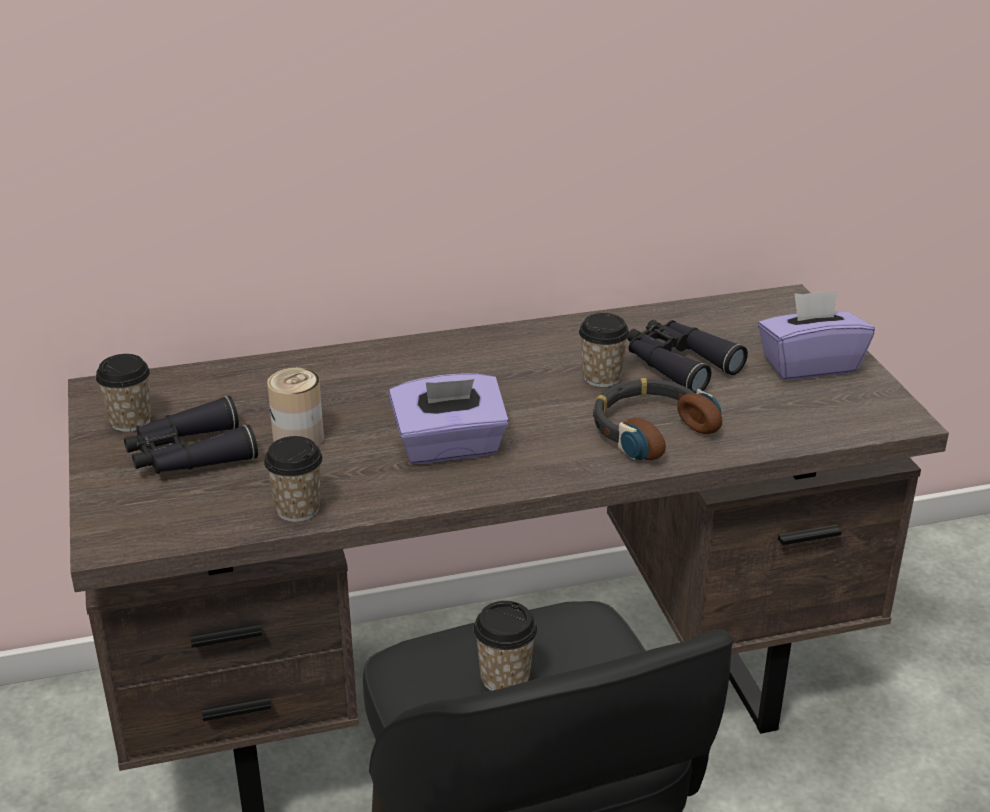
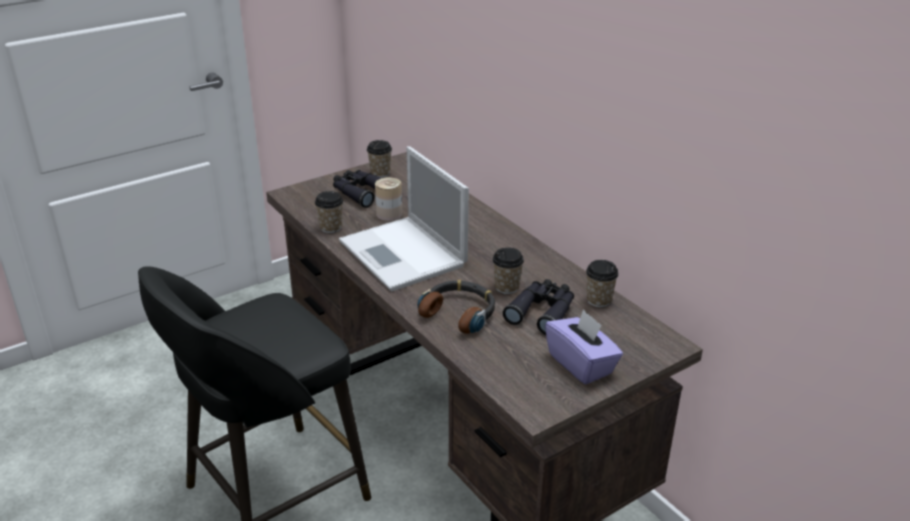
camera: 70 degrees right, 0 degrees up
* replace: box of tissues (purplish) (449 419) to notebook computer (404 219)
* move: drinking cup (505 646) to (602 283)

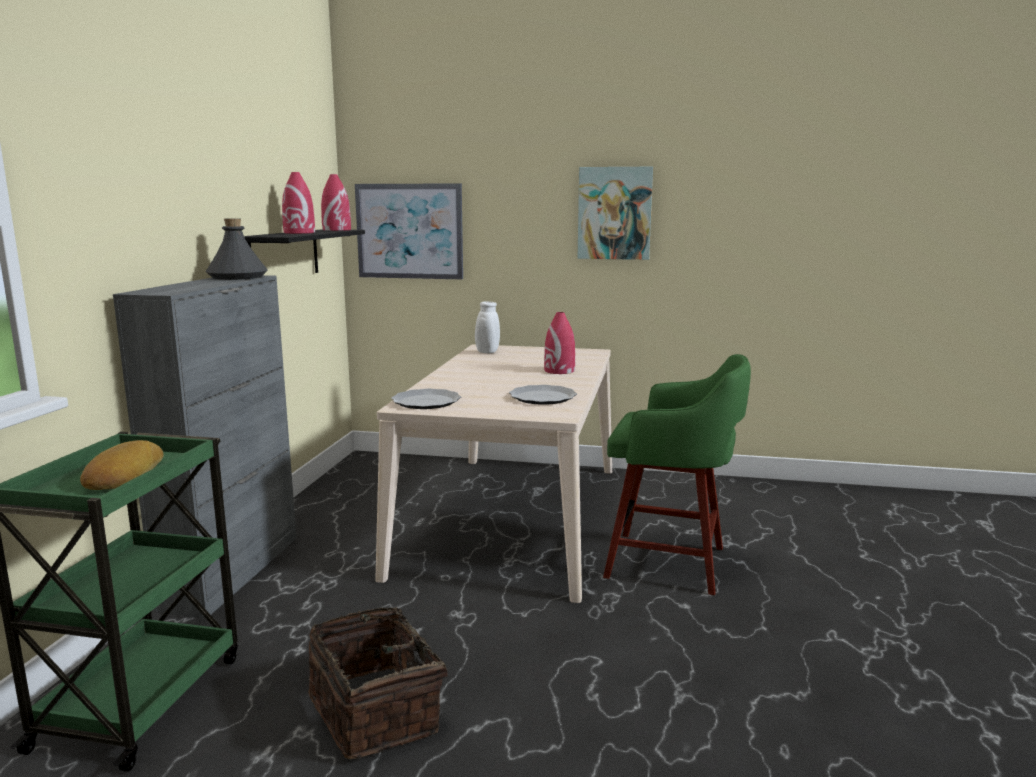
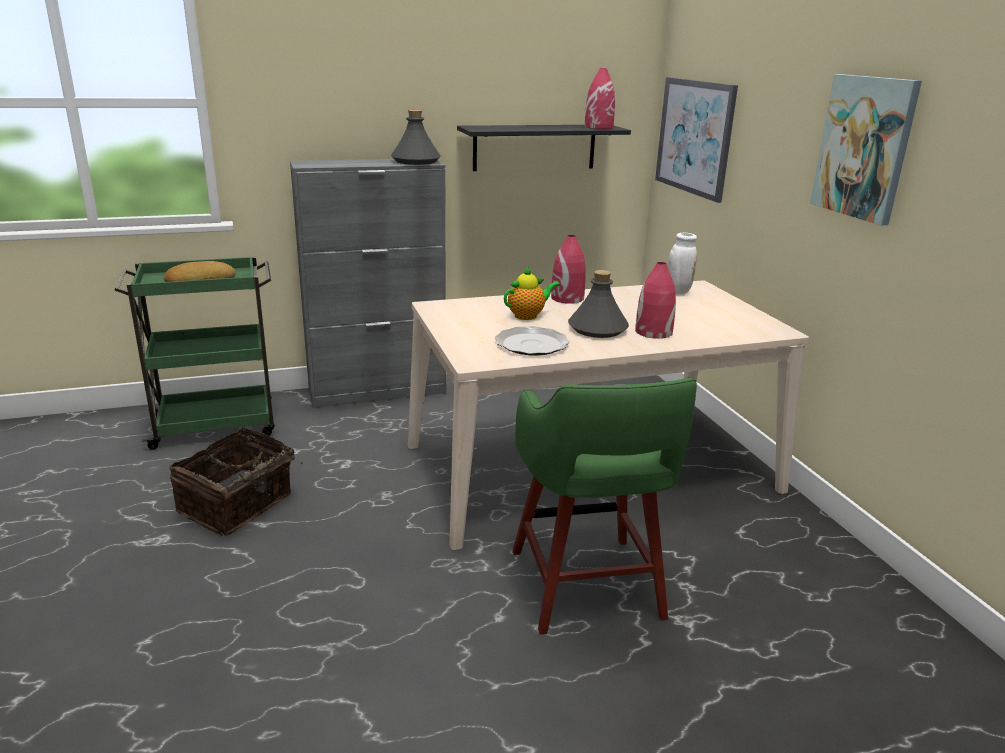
camera: 60 degrees right, 10 degrees up
* insert: pot for tea (532 293)
* move: decorative vase (reddish) (298 203) to (568 269)
* insert: beverage bottle (grey) (598 304)
* delete: dinner plate (426 399)

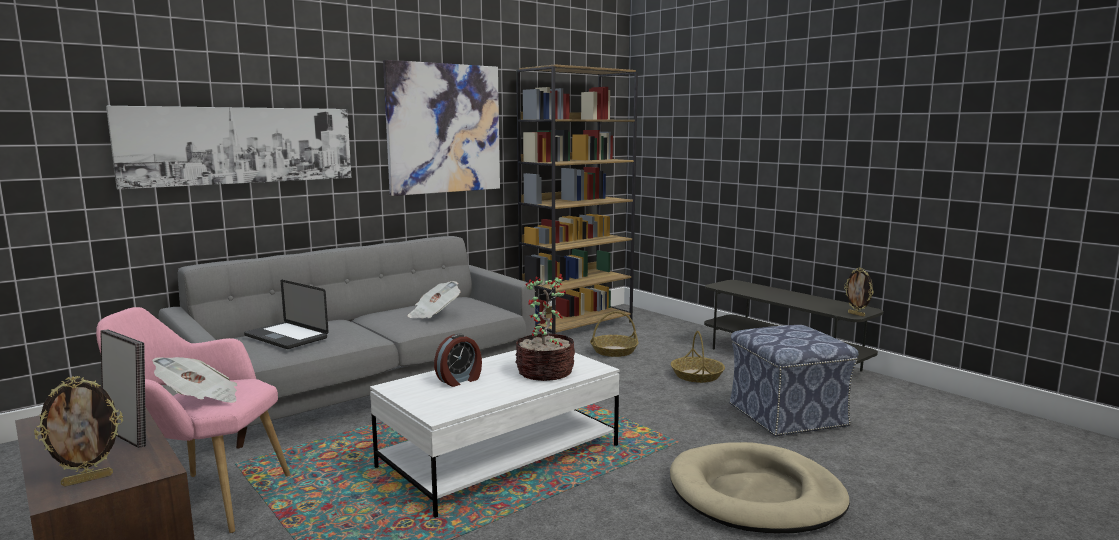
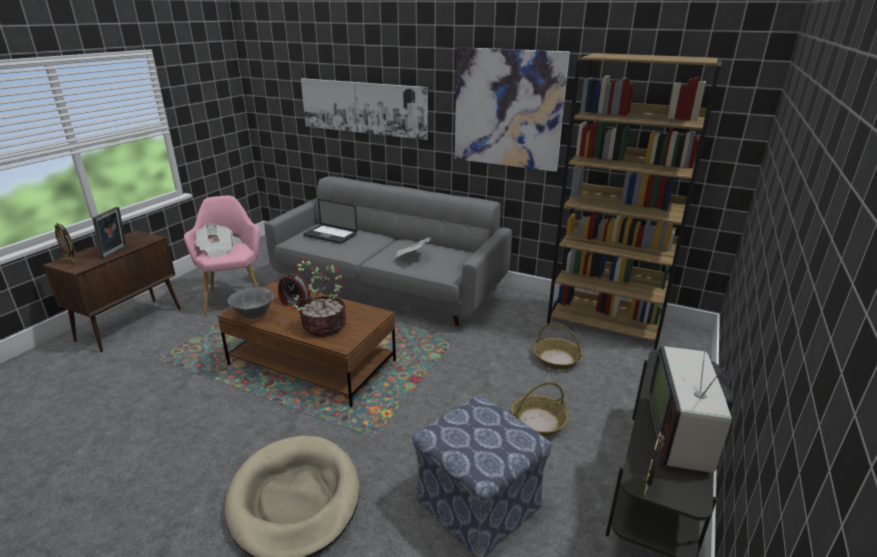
camera: 65 degrees right, 15 degrees up
* recolor: low table (whitish) (495 434) to low table (brown) (306 344)
* insert: serving bowl (grey) (250 303)
* rotate: notebook computer (286 314) = (330 221) 75 degrees counterclockwise
* insert: TV (691 401)

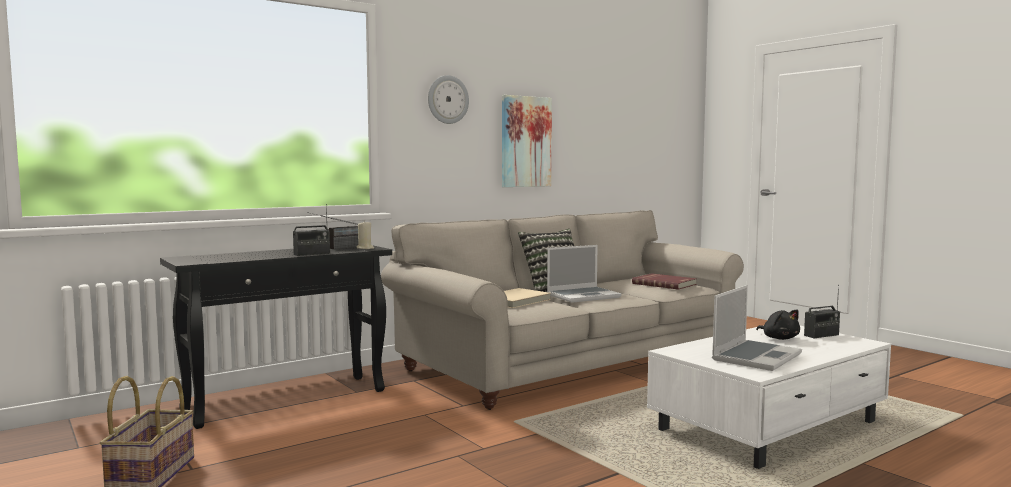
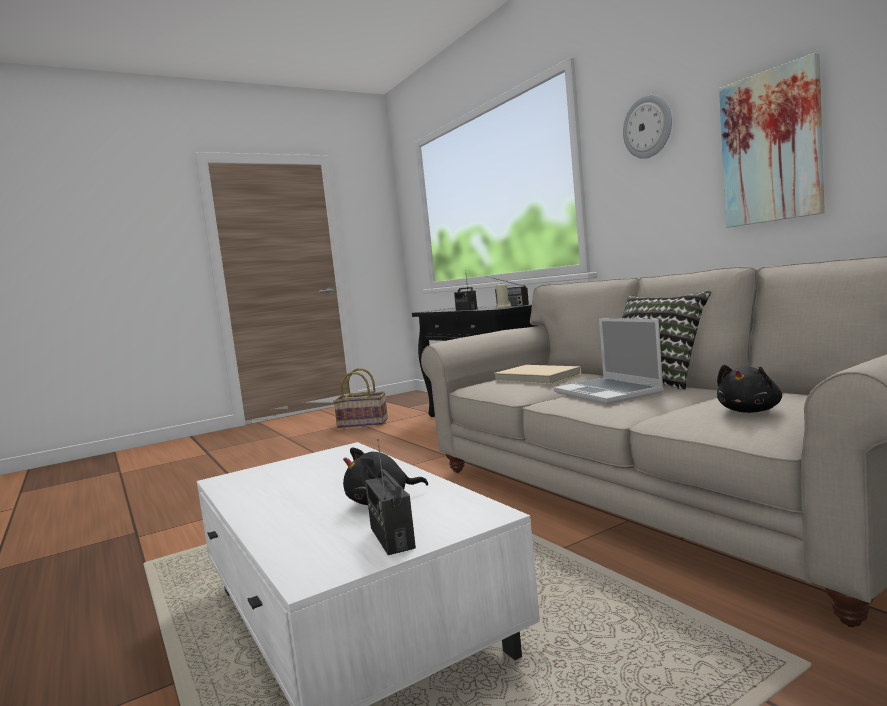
camera: 95 degrees right, 0 degrees up
* replace: volume (reddish) (664 281) to plush toy (blackish) (749 389)
* delete: notebook computer (757 328)

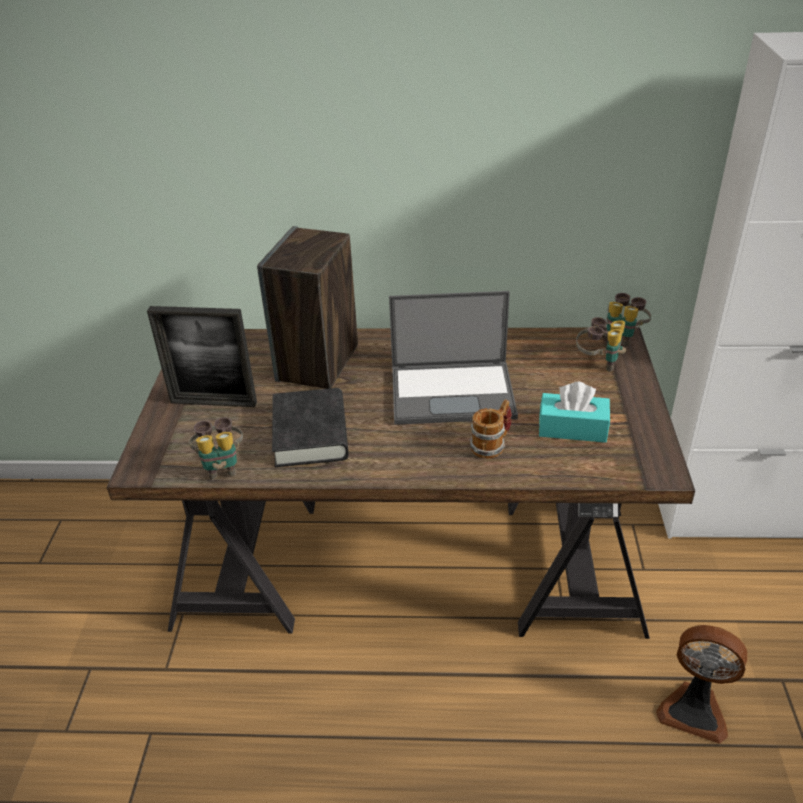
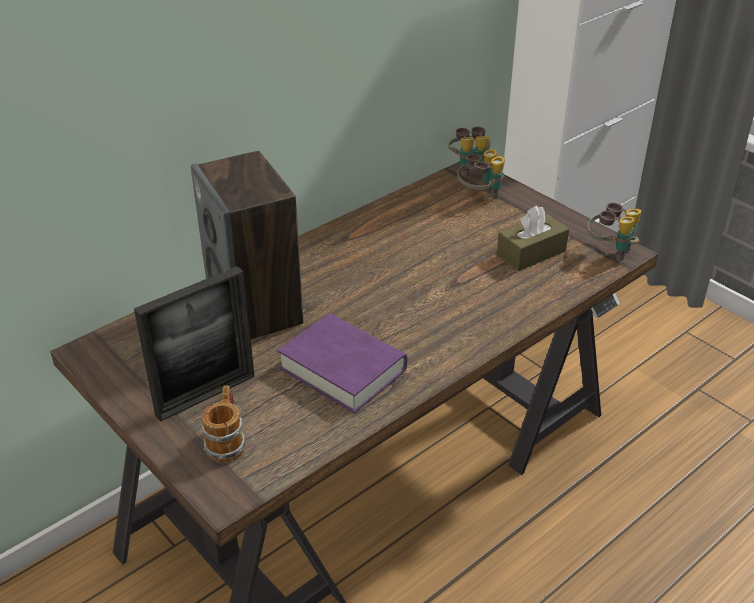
camera: 45 degrees left, 0 degrees up
* move: coffee mug (490 429) to (223 424)
* recolor: volume (blackish) (310 427) to volume (purplish) (342 363)
* recolor: box of tissues (blue-green) (574 412) to box of tissues (brown) (533 238)
* move: field glasses (216 448) to (614 231)
* delete: notebook computer (453 358)
* delete: cooling fan (701 684)

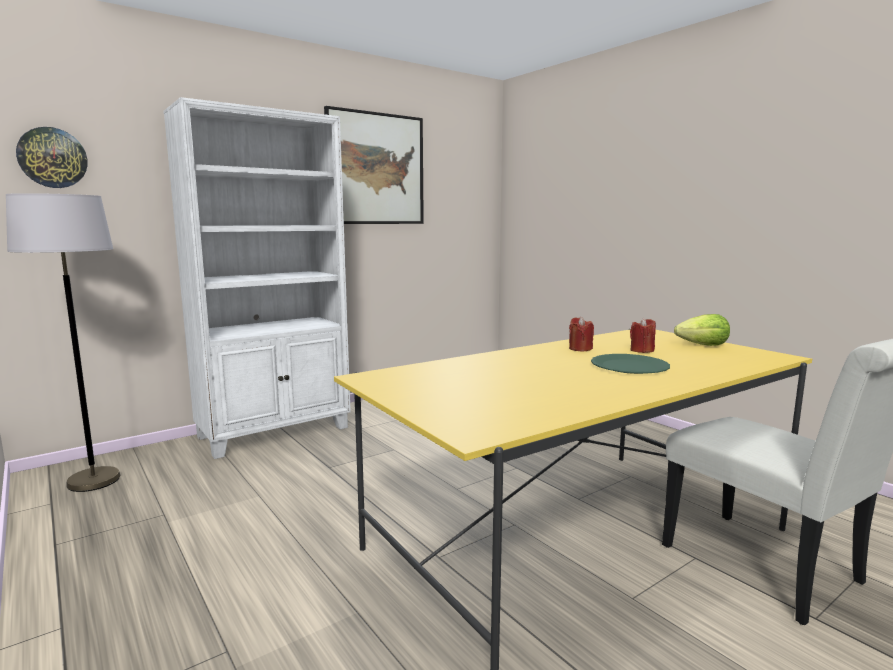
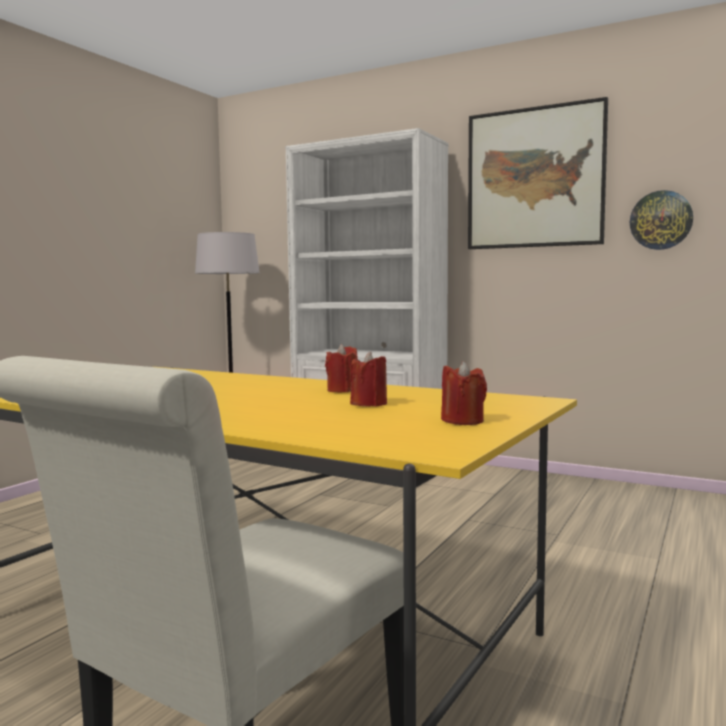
camera: 65 degrees right, 5 degrees down
* replace: lettuce head (702 330) to wax light (reddish) (464 393)
* move: clock on the wall (52 157) to (661 220)
* delete: dinner plate (green) (630 364)

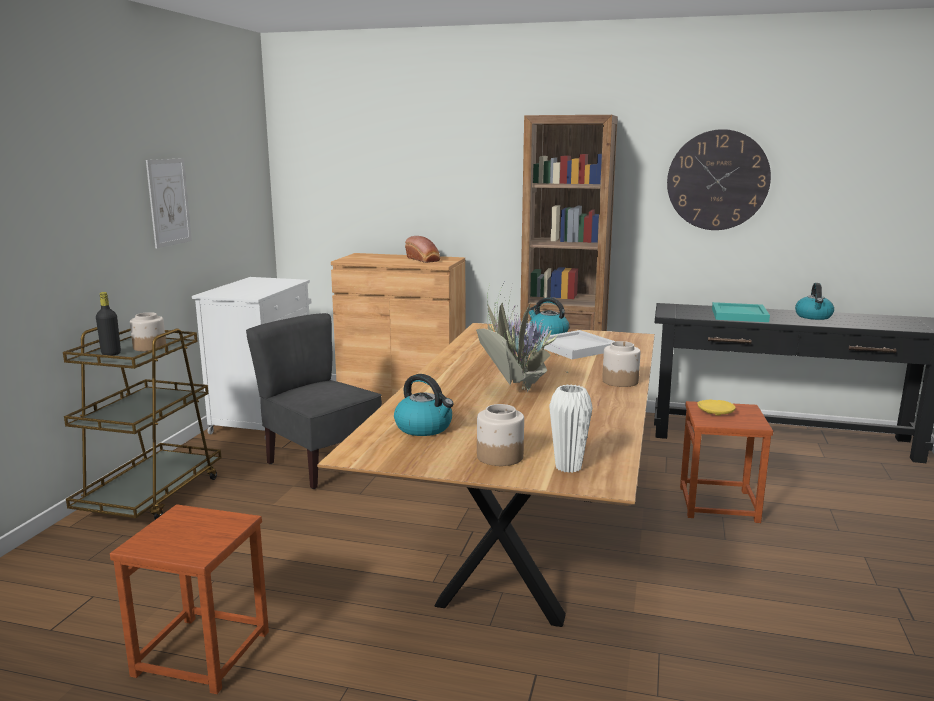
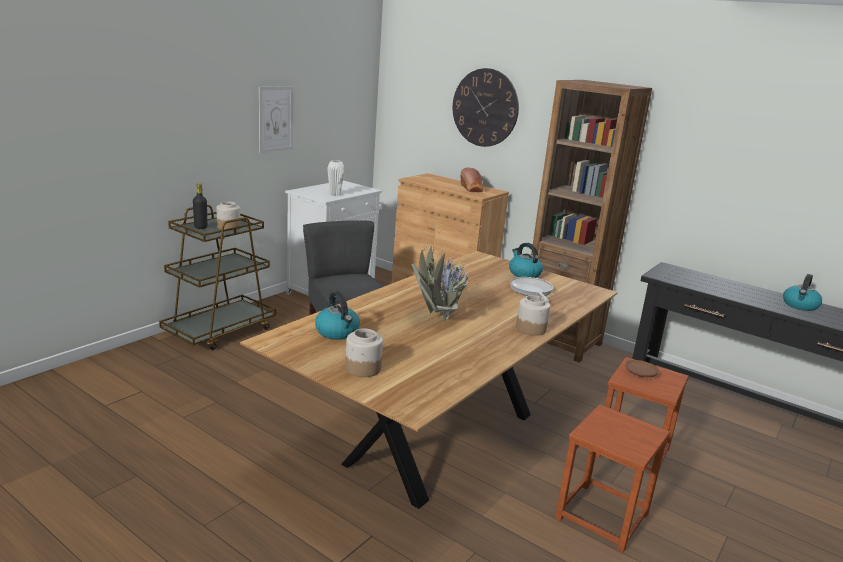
camera: 20 degrees right, 5 degrees up
* move: decorative vase (whitish) (571 428) to (336 178)
* move: clock on the wall (719 179) to (486 107)
* replace: serving tray (whitish) (580 344) to skillet (531 289)
* move: stool (brown) (189 599) to (612 479)
* recolor: dinner plate (yellow-coloured) (716 408) to dinner plate (brown) (642 368)
* delete: serving tray (blue-green) (741 312)

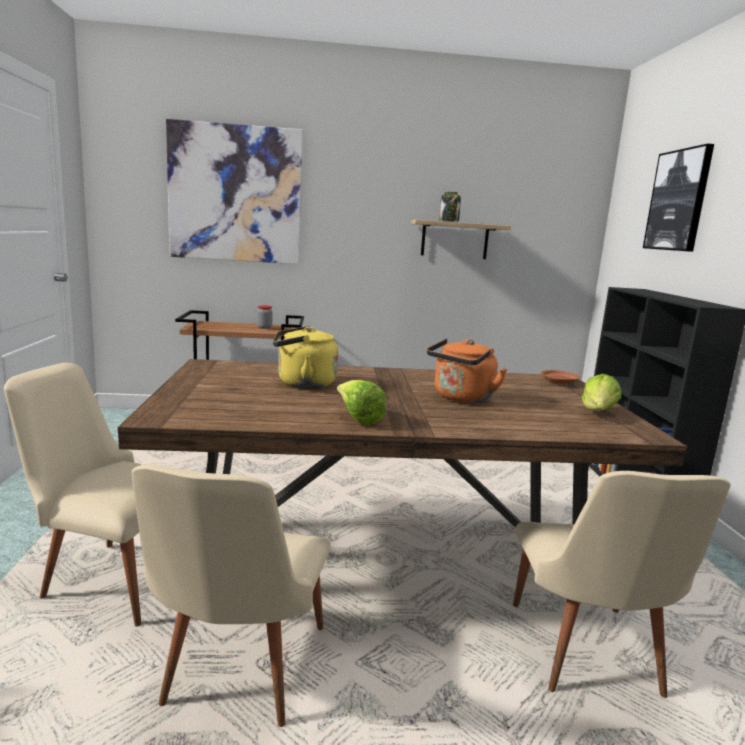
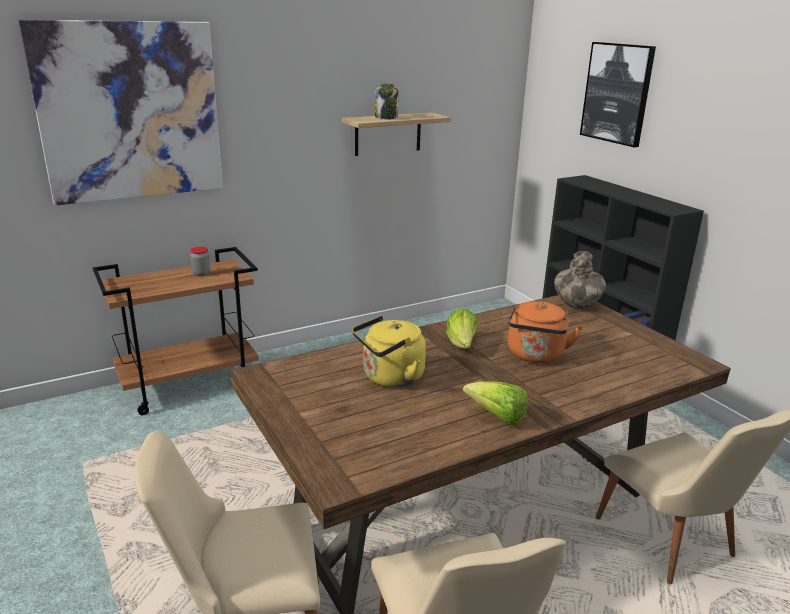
camera: 25 degrees left, 10 degrees up
* move: lettuce head (601 392) to (462 328)
* replace: dinner plate (brown) (560 377) to decorative vase (580 280)

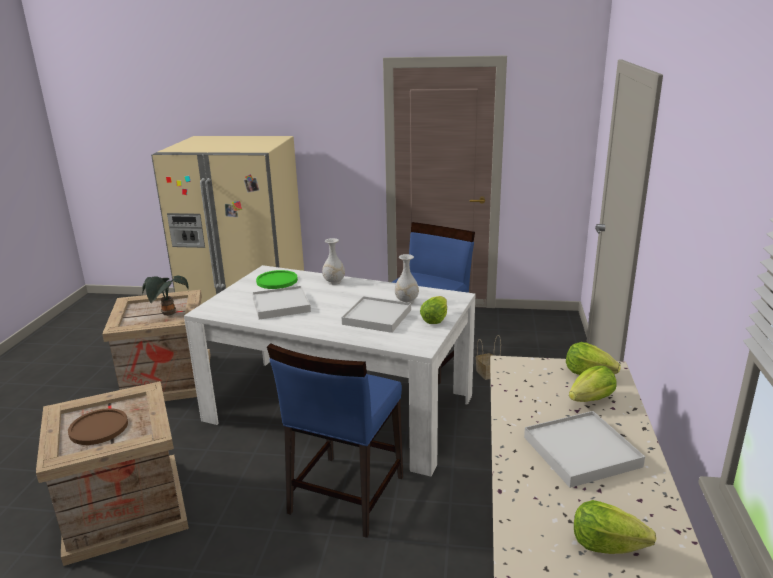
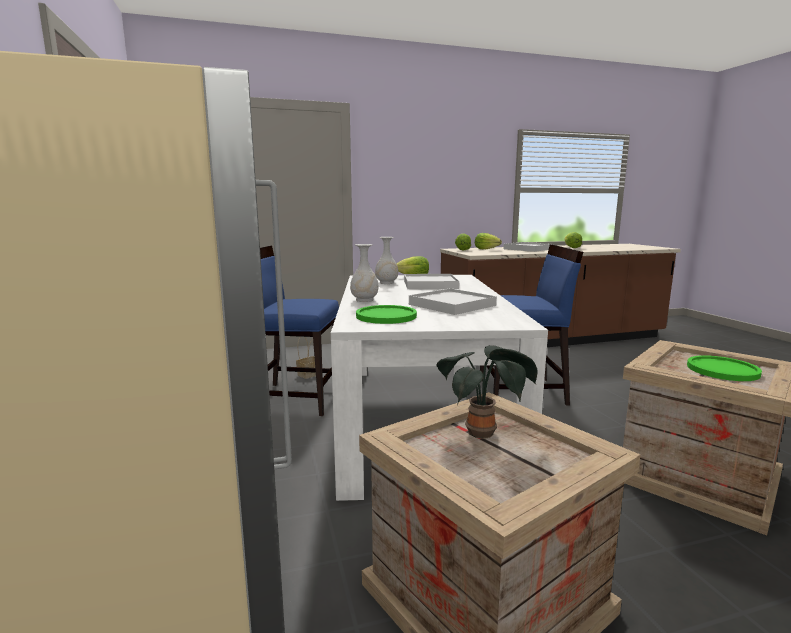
camera: 115 degrees left, 10 degrees down
* recolor: dinner plate (brown) (98 426) to dinner plate (green) (724 368)

